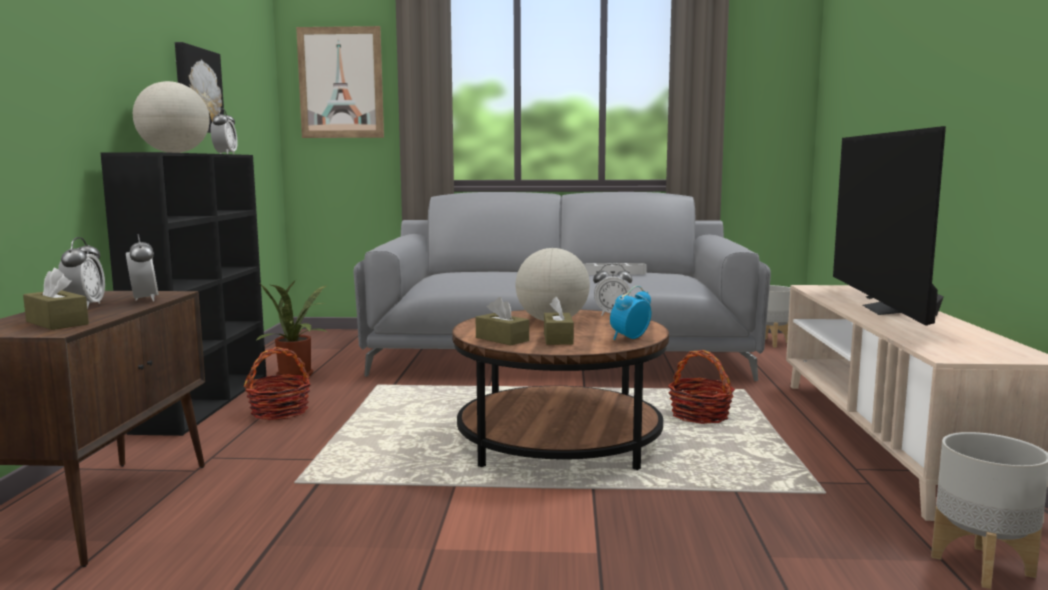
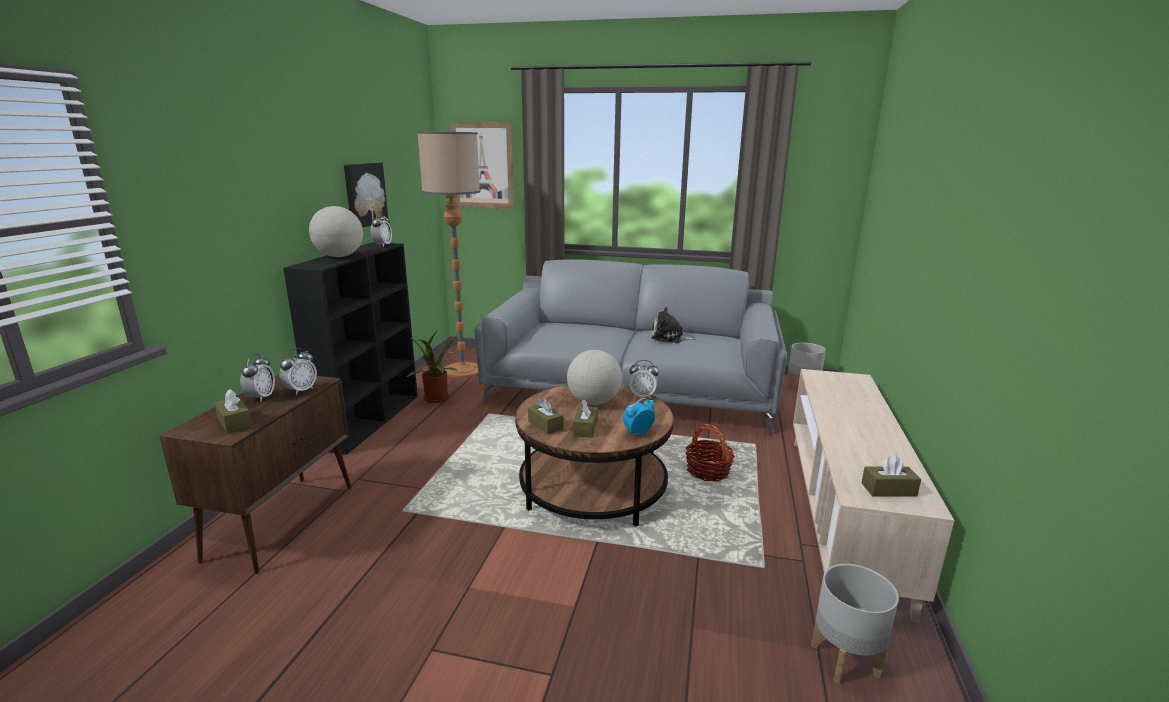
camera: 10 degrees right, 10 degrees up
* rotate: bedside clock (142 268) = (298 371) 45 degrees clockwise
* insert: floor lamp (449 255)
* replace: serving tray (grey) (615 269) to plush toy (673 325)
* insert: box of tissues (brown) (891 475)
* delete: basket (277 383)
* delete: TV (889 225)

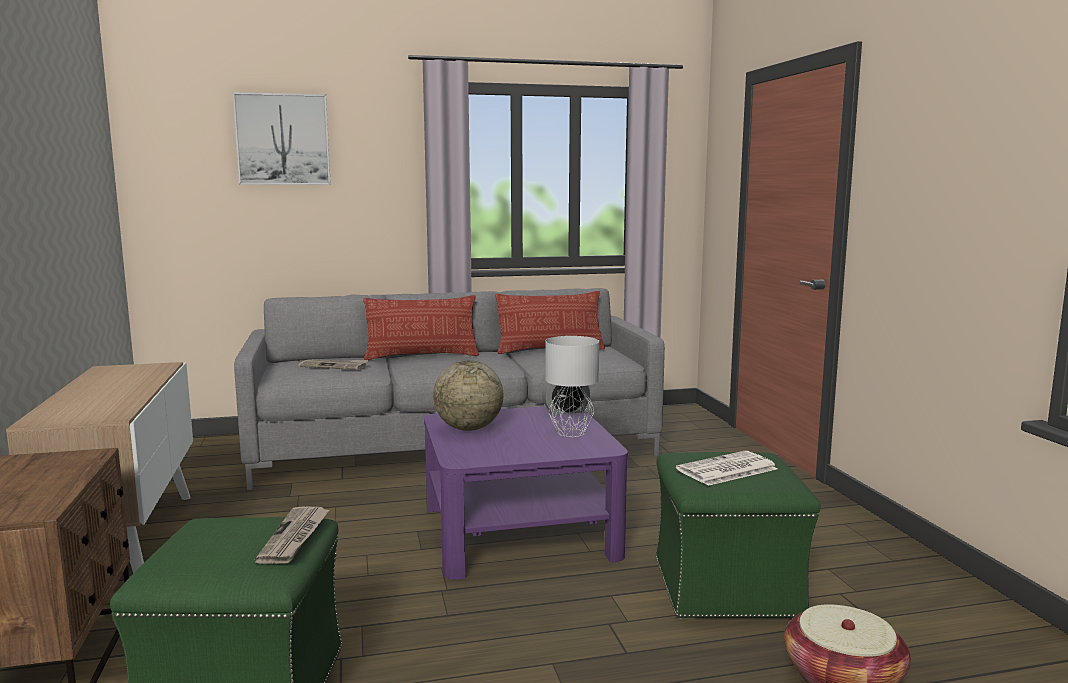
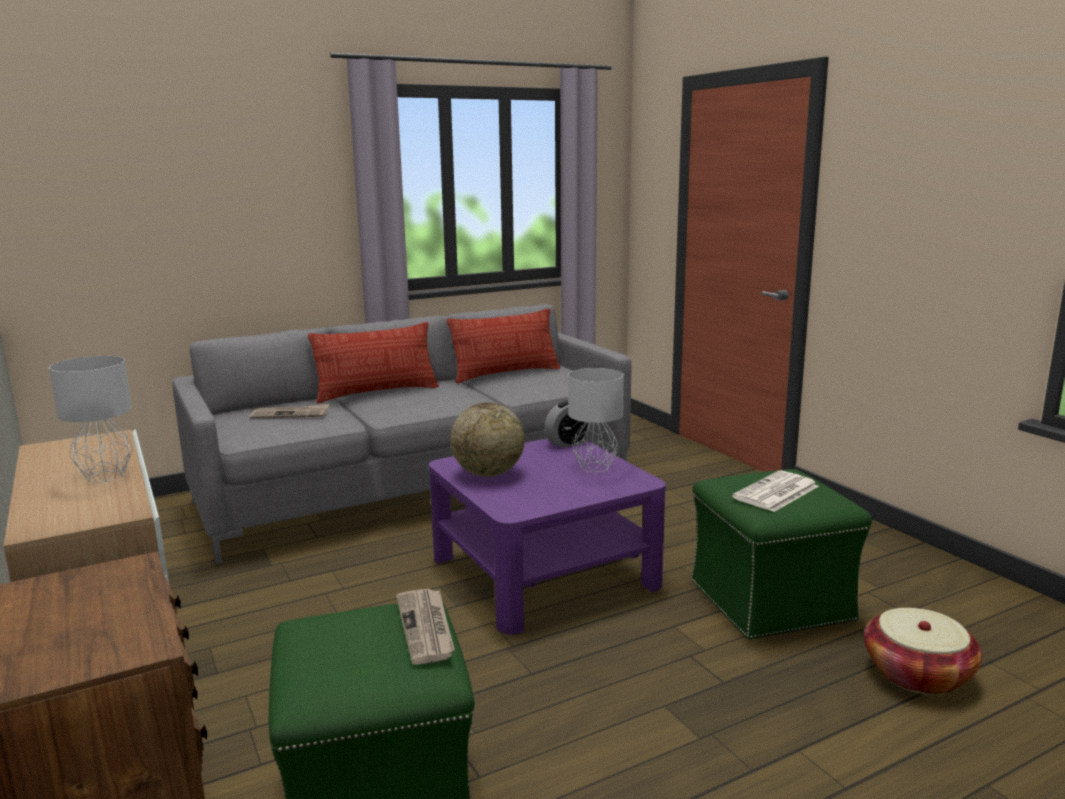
camera: 15 degrees left, 5 degrees up
* insert: table lamp (grey) (91 419)
* delete: wall art (281 138)

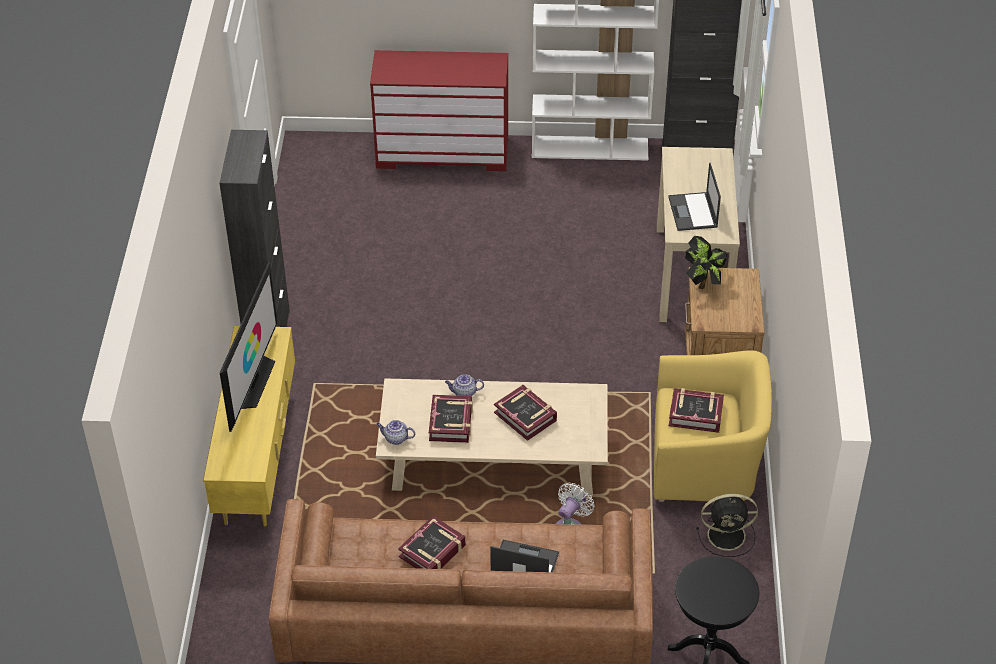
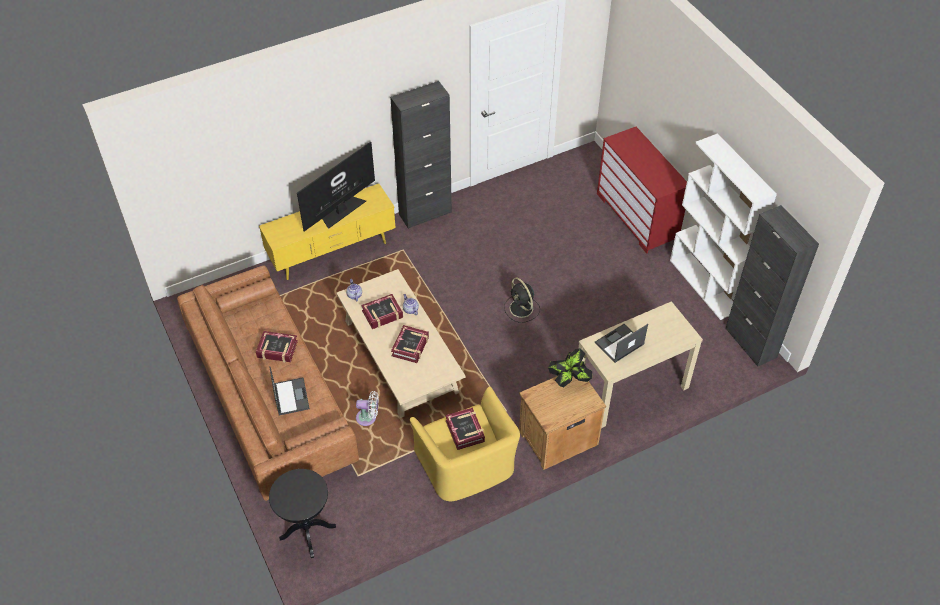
camera: 60 degrees right, 5 degrees up
* rotate: TV (248 347) = (336 186) 150 degrees clockwise
* move: cooling fan (blackish) (727 525) to (522 300)

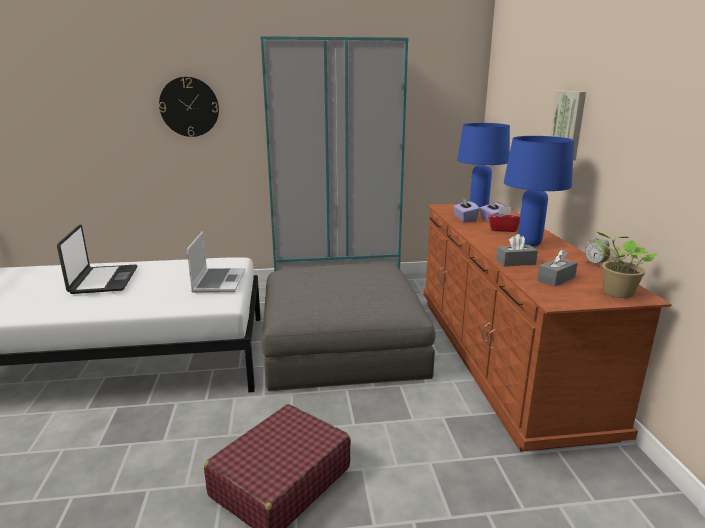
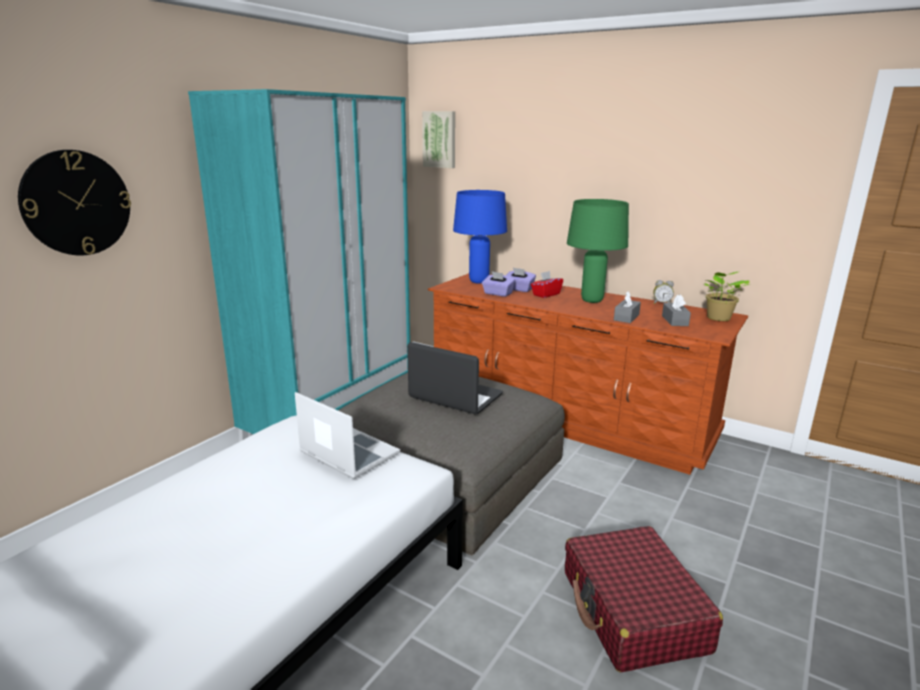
camera: 50 degrees left, 0 degrees up
* move: notebook computer (97 259) to (455 378)
* move: wall art (568 125) to (438 139)
* recolor: table lamp (bluish) (539 191) to table lamp (green) (598 251)

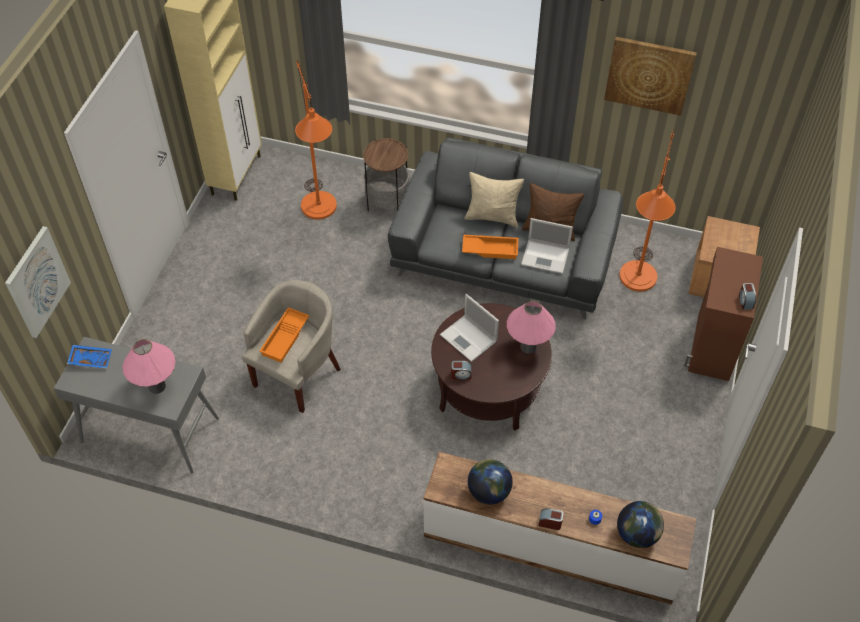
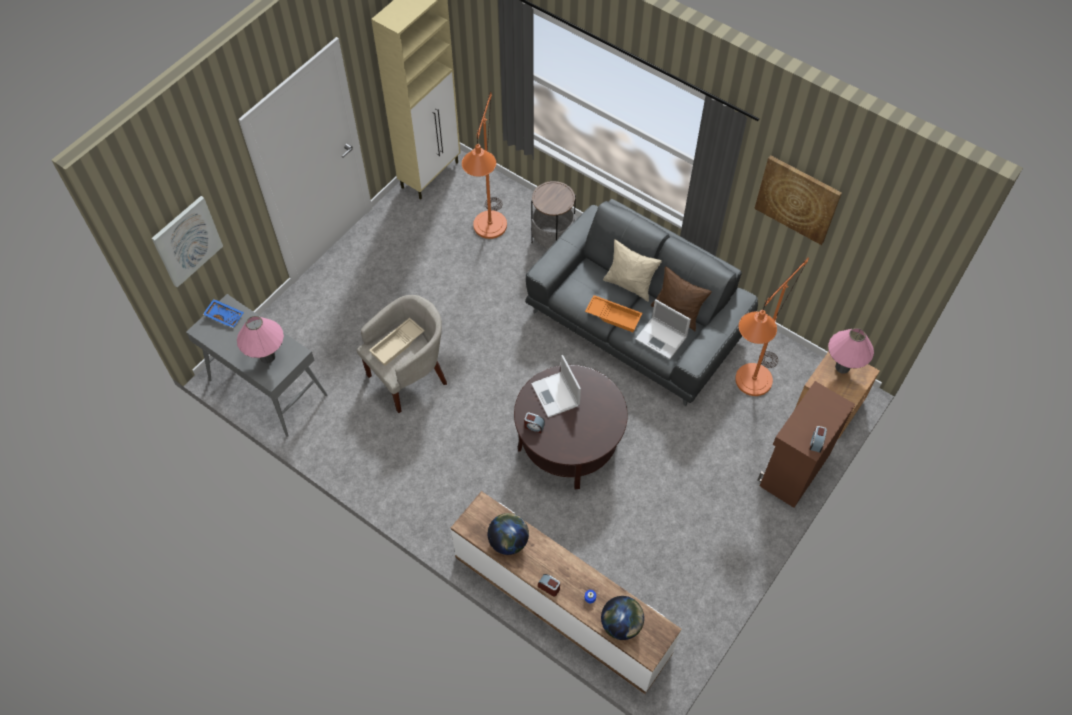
camera: 20 degrees right, 5 degrees up
* recolor: serving tray (orangey) (284 335) to serving tray (sand-coloured) (397 342)
* move: table lamp (pinkish) (531 327) to (851 351)

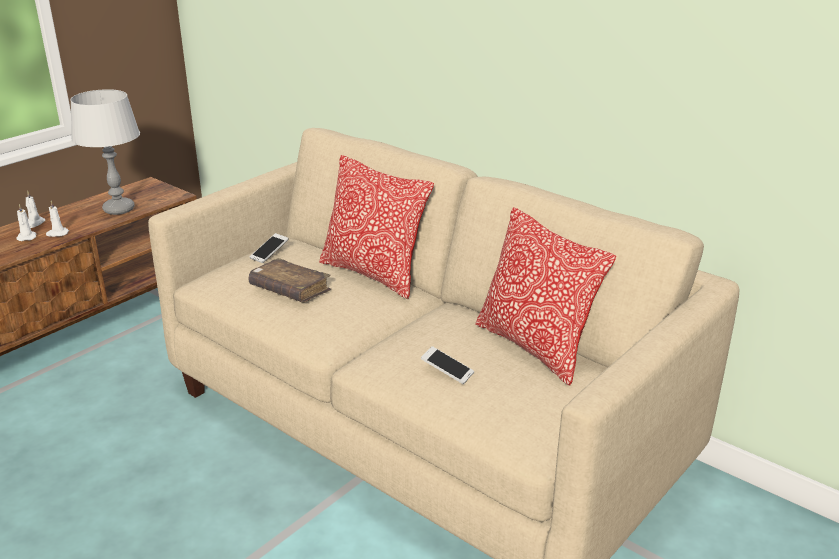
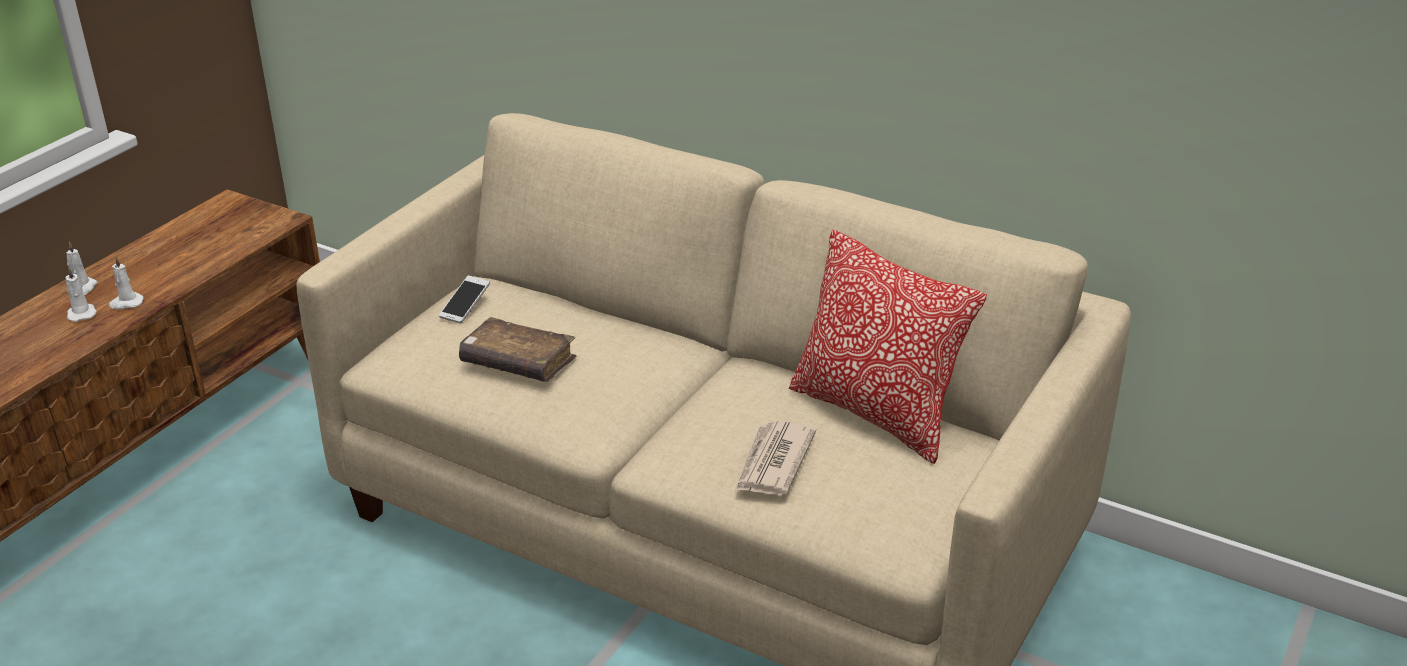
camera: 10 degrees left, 5 degrees up
* replace: telephone (447 365) to daily paper (775 457)
* delete: table lamp (grey) (105 152)
* delete: throw pillow (376 227)

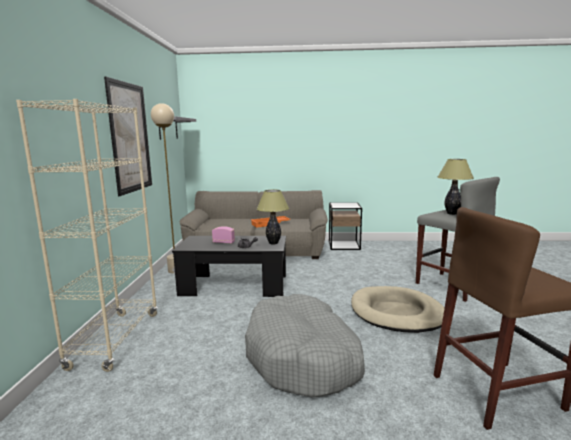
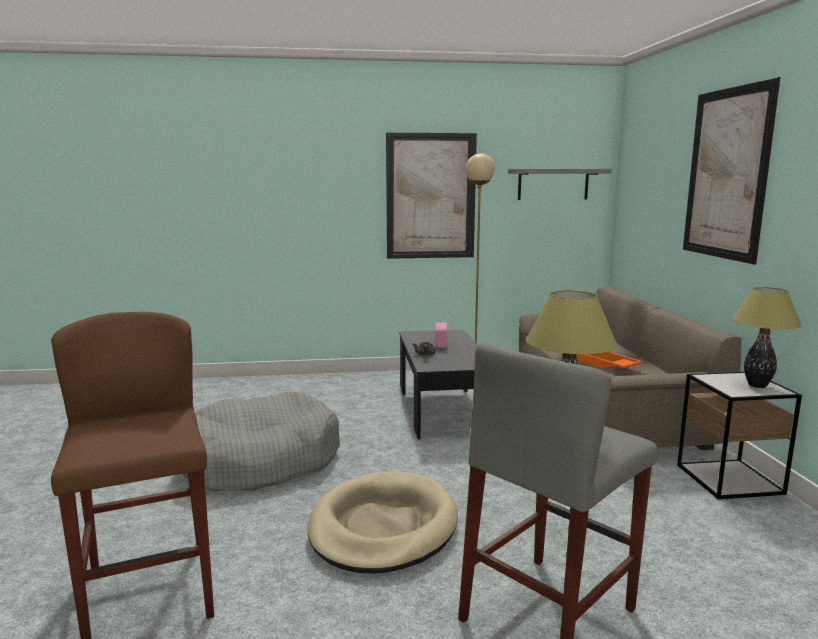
camera: 80 degrees right, 0 degrees up
* insert: wall art (731 171)
* move: table lamp (273 217) to (767 337)
* delete: bookshelf (sand-coloured) (87 235)

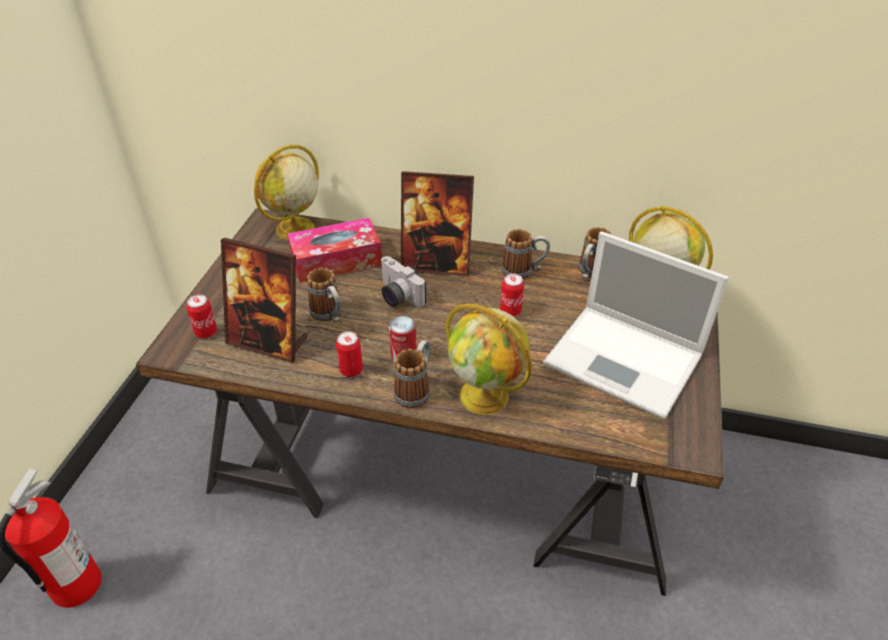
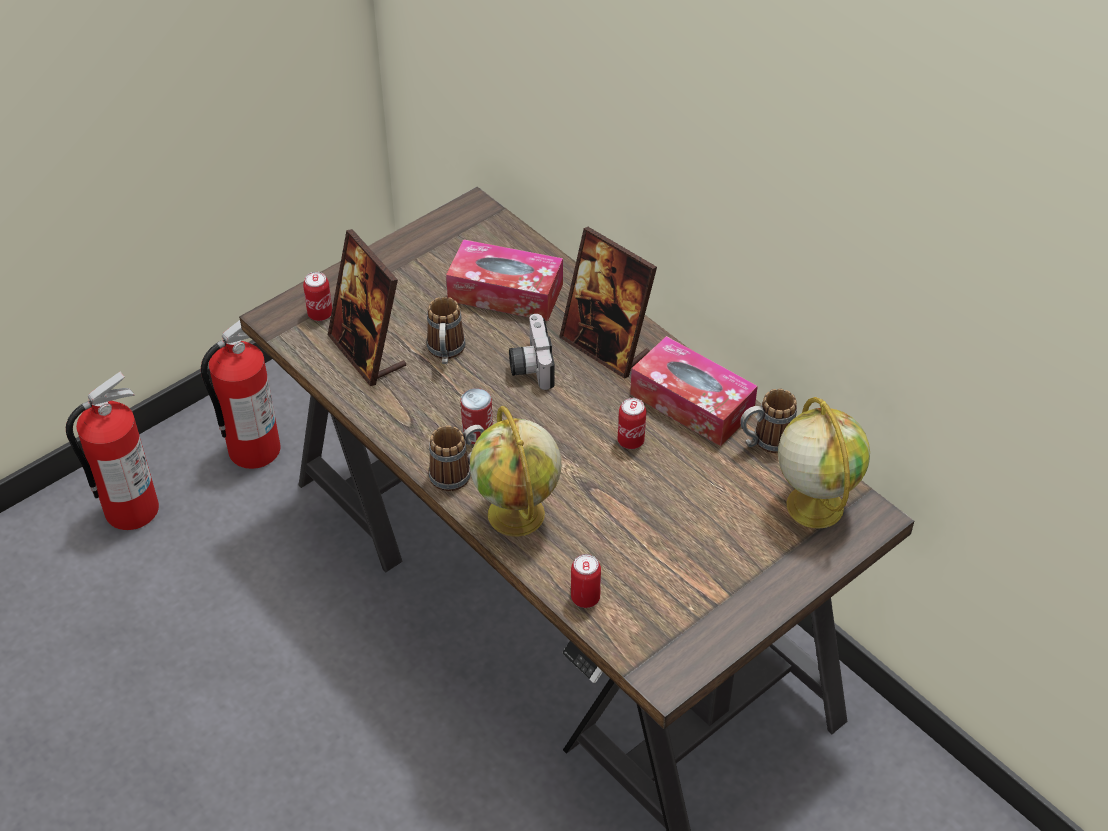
camera: 35 degrees right, 5 degrees up
* insert: fire extinguisher (240 394)
* move: can (349 354) to (586 581)
* replace: coffee mug (525 254) to box of tissues (694 391)
* delete: world globe (286 192)
* delete: notebook computer (636 325)

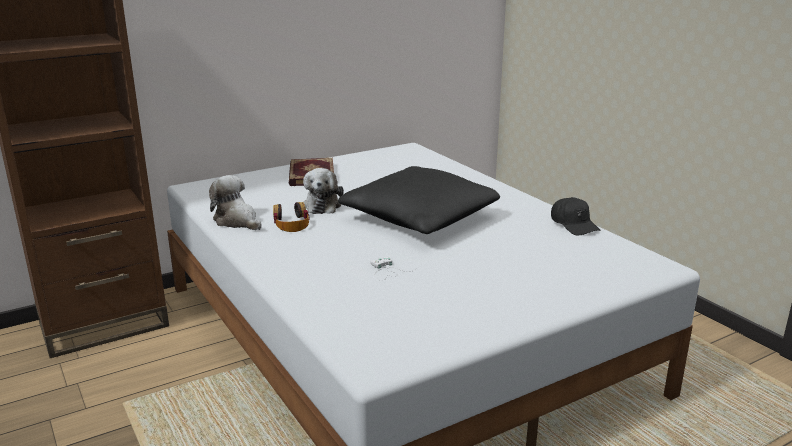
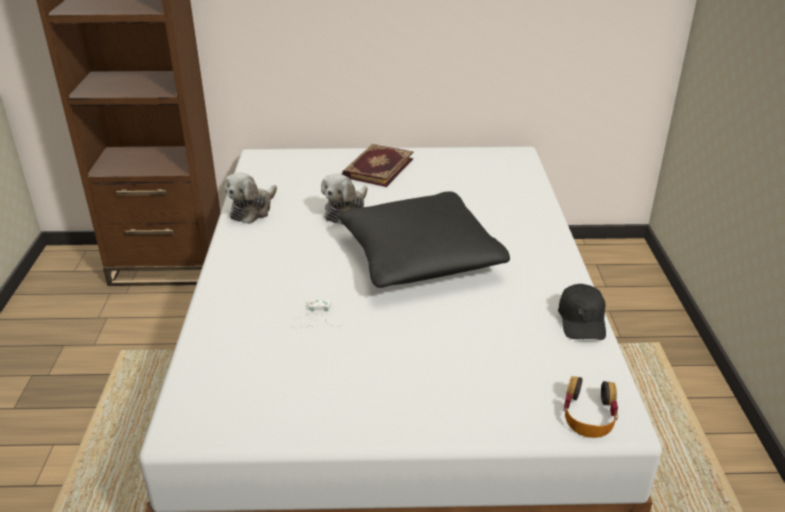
camera: 30 degrees right, 10 degrees up
* rotate: plush toy (235 202) = (250 198) 135 degrees counterclockwise
* move: headphones (291 217) to (591 407)

